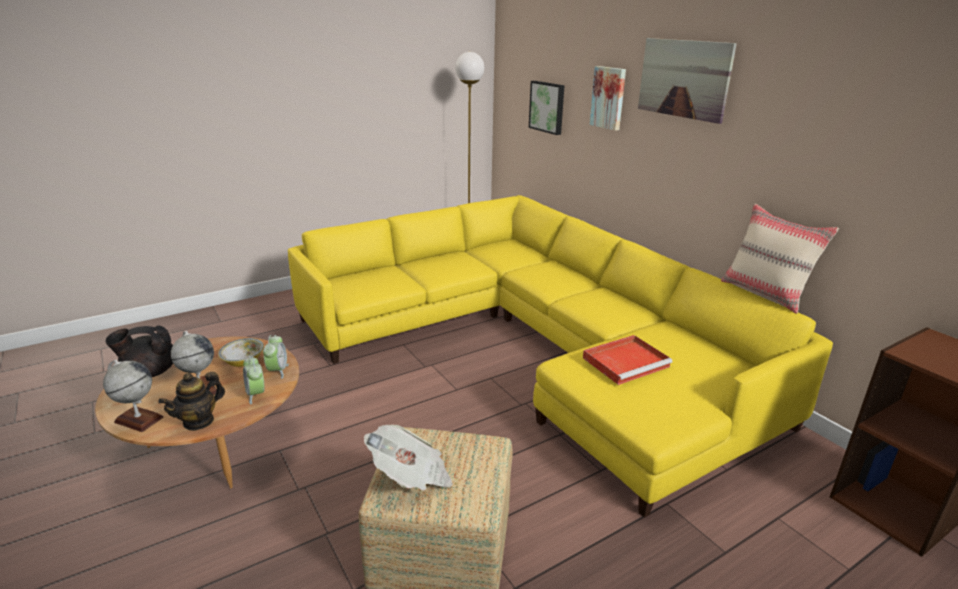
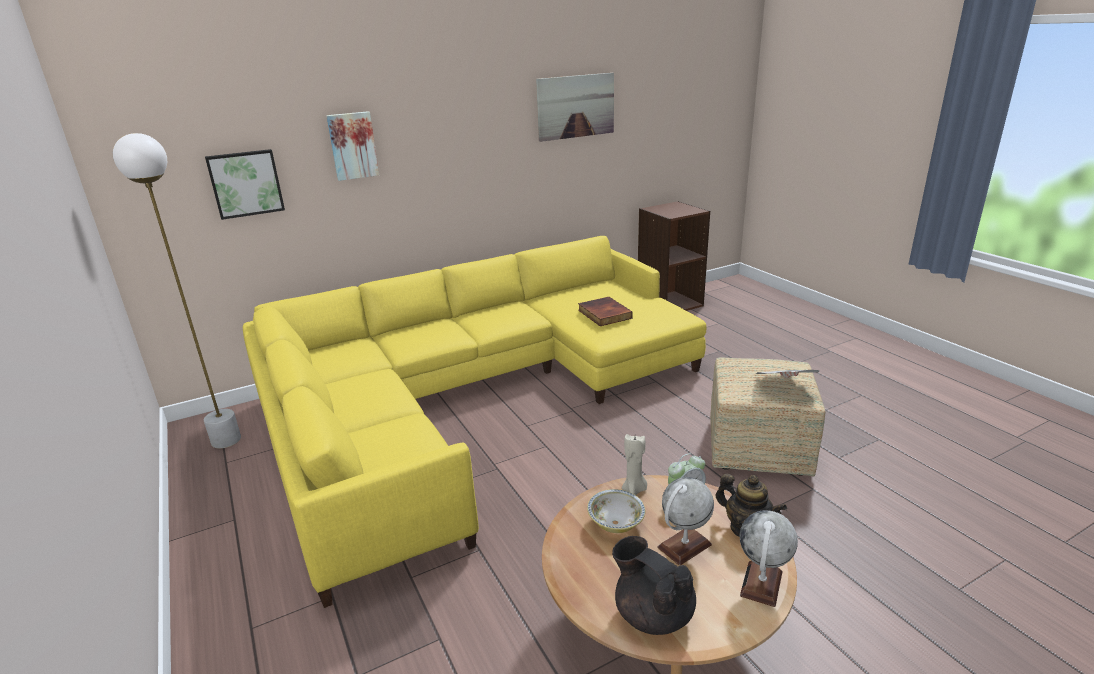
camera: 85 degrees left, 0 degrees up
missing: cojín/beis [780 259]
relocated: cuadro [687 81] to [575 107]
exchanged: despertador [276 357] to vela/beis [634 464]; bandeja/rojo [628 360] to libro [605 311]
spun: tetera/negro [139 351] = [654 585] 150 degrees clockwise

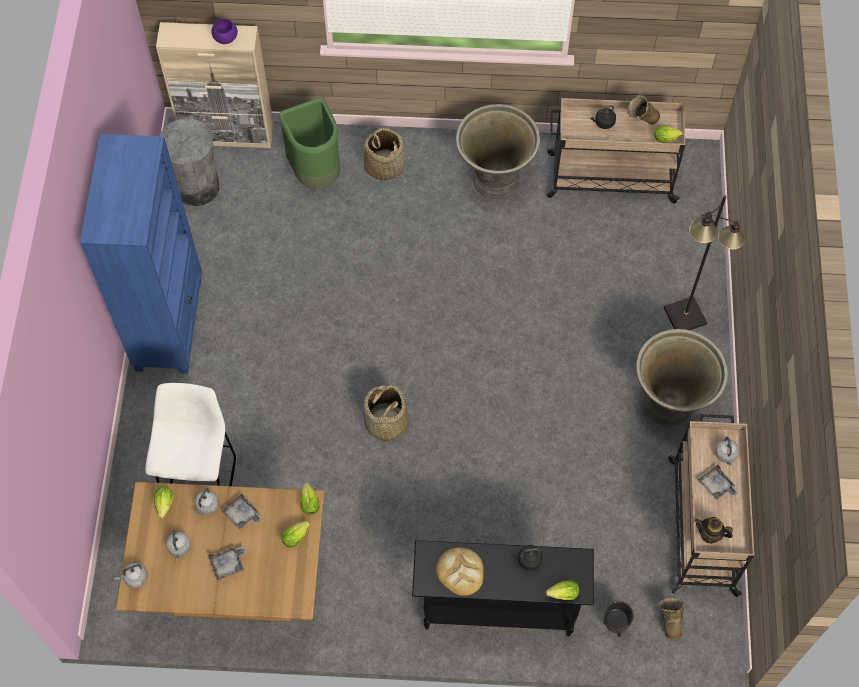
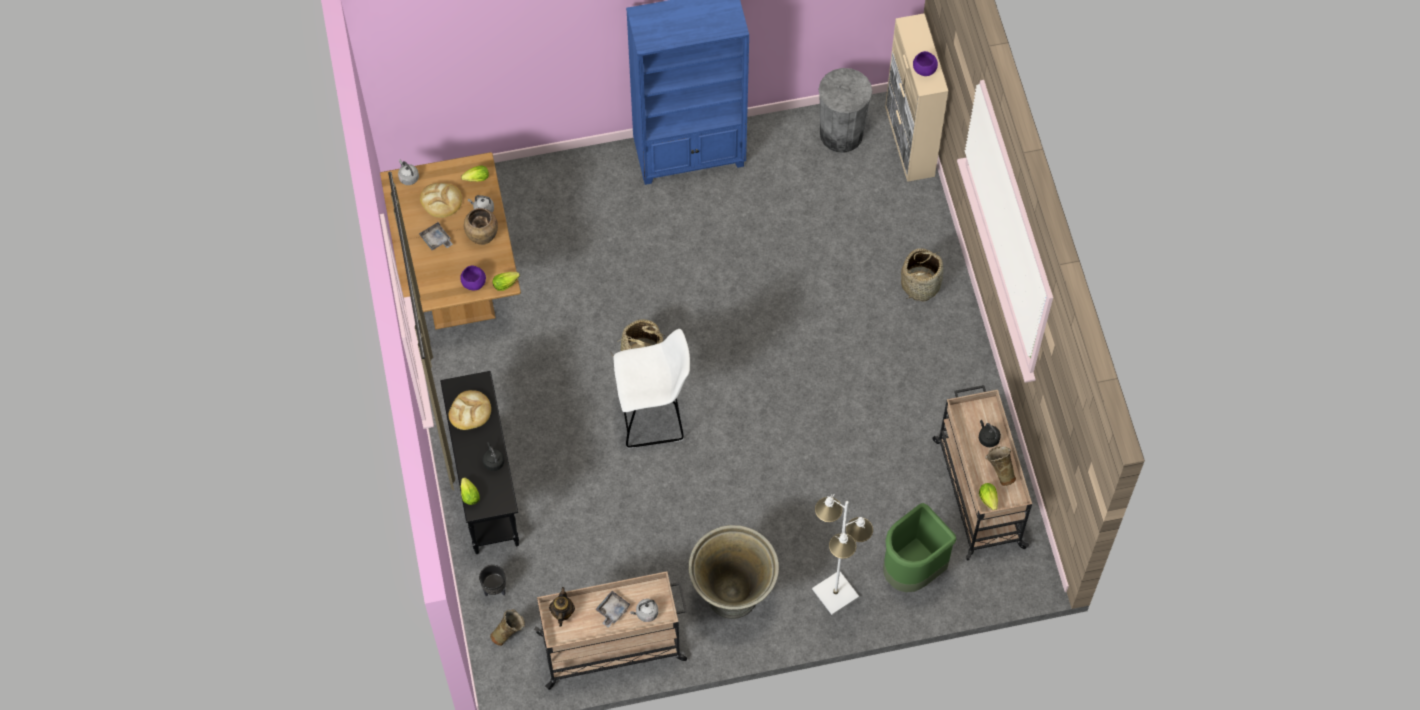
camera: 75 degrees right, 0 degrees up
missing: maceta/gris [498 151]
relocated: taburete/blanco [191 435] to [651 389]; papelera/verde [309 143] to [919 547]
exchanged: hervidor/gris [178 545] to pan [441 200]; bandeja/gris [242 511] to florero/marrón [481 226]; lechuga [295 534] to cuenco/morado [473 278]
colour: lámpara de pie/negro [705 262] to lámpara de pie/blanco [842 554]

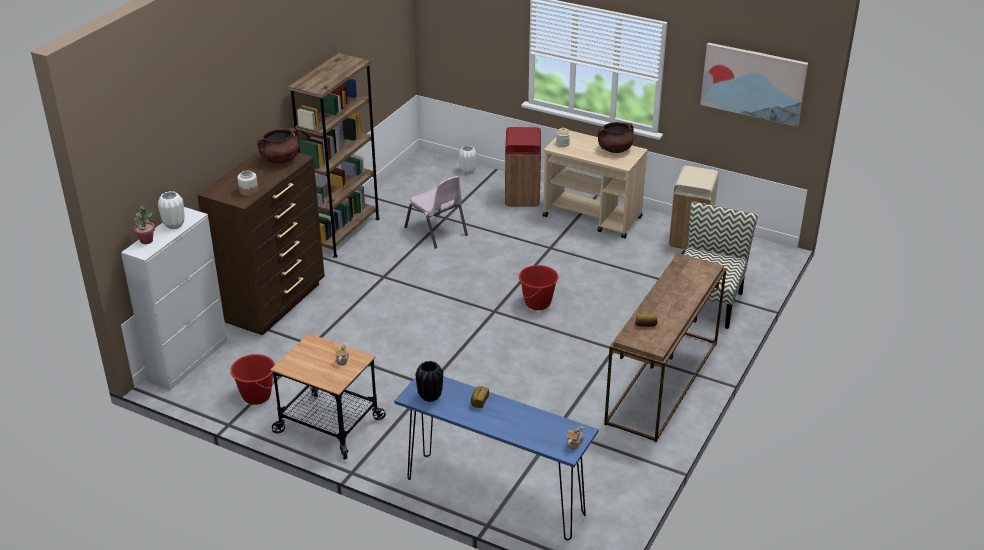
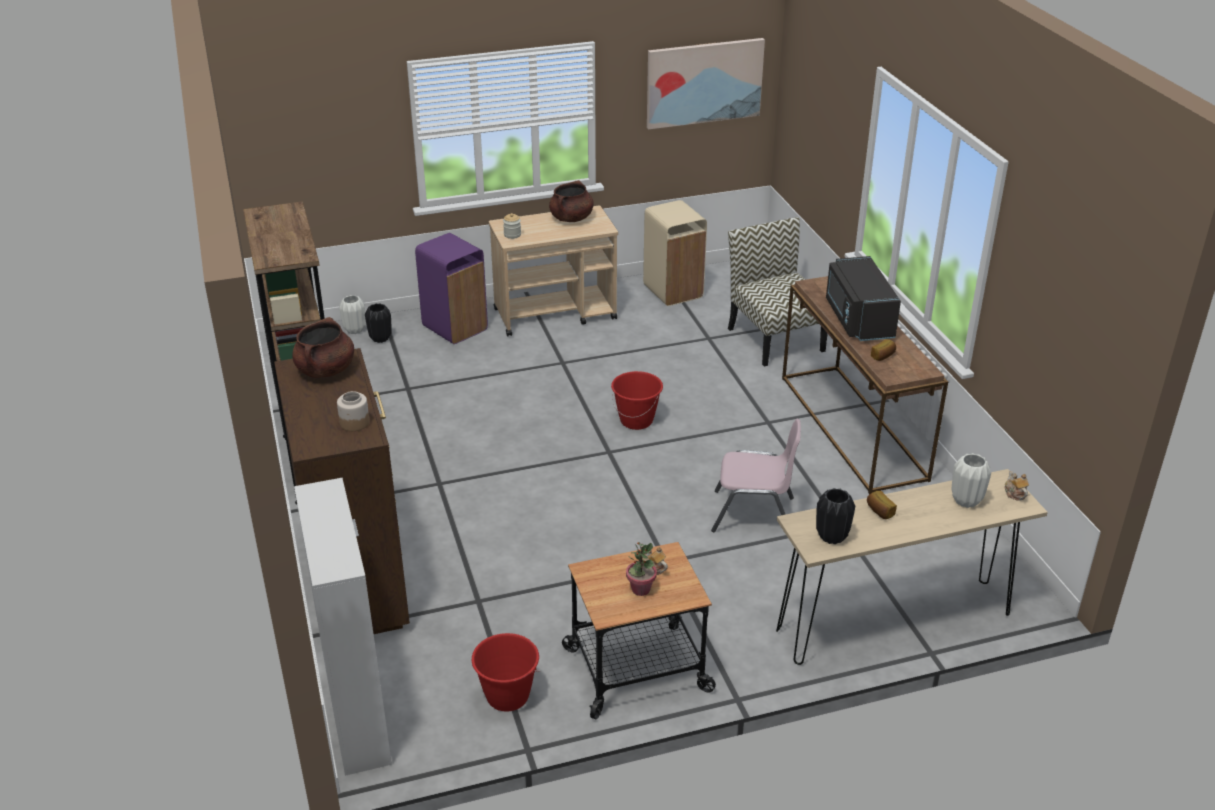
camera: 45 degrees left, 0 degrees up
appeared: florero/negro [378 323]; microondas/negro [863 298]
relocated: planta en maceta [144 225] to [641 569]; florero/blanco [171 210] to [971 480]; silla/rosa [436 212] to [756 475]
colour: mesa consola/azul [496 458] to mesa consola/beis [912 567]; papelera/rojo [523 167] to papelera/morado [451 288]

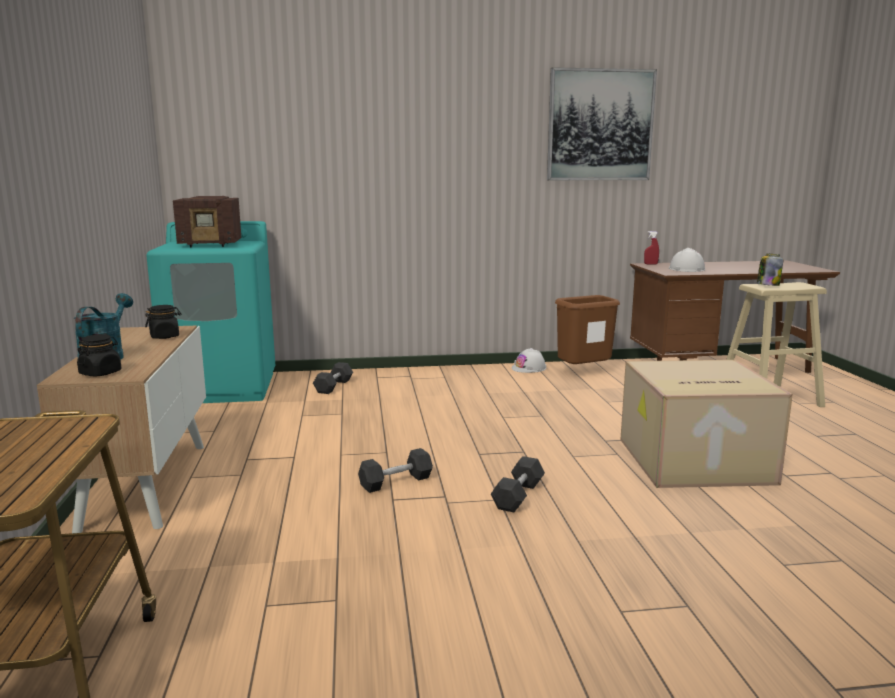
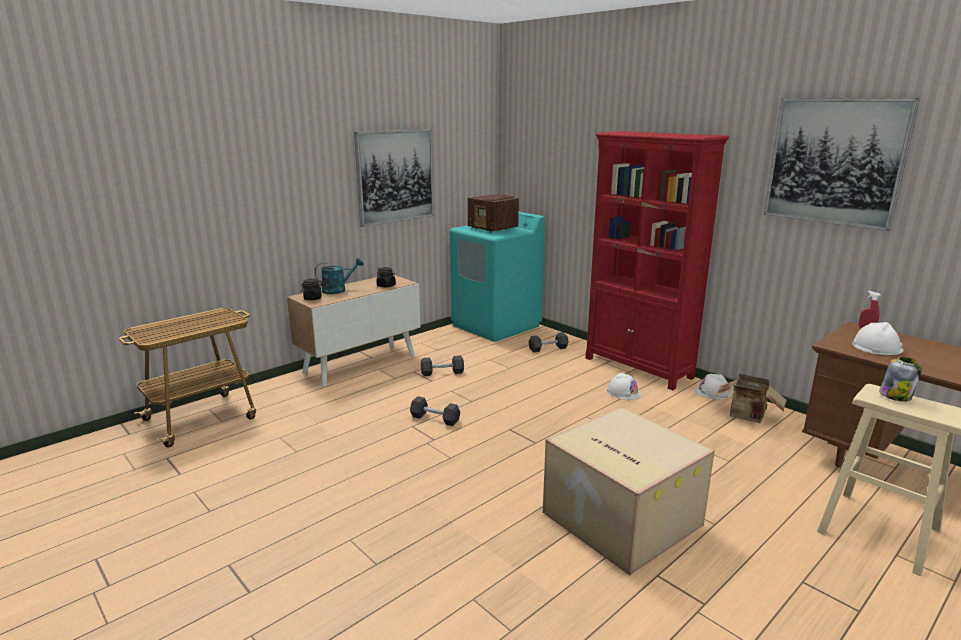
camera: 55 degrees right, 5 degrees up
appeared: cuadro [394 178]; estantería/rojo [657 260]; casco/blanco [624 386]
relocated: mancuerna/negro [518 484] to [442 365]
exchanged: papelera/marrón [587 329] to caja de cartón [751 398]

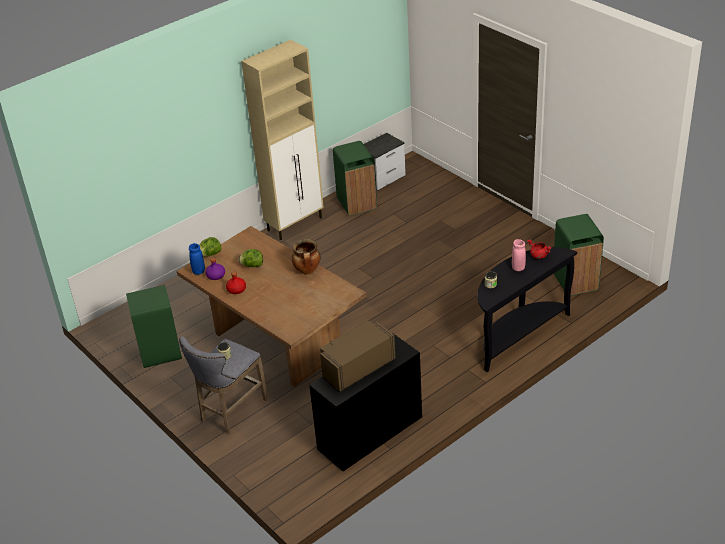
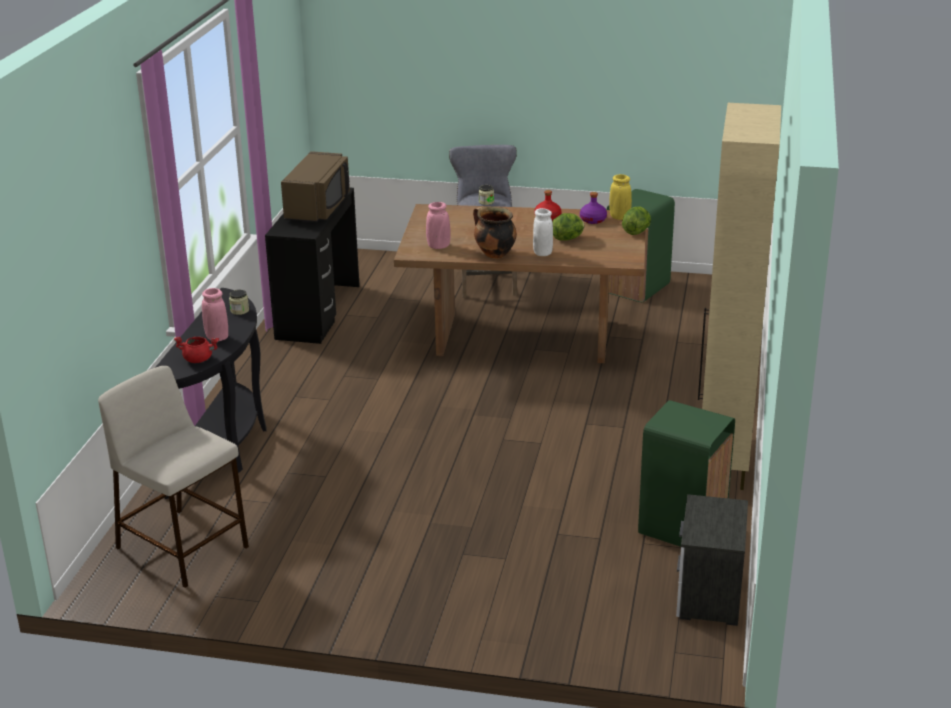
camera: 140 degrees right, 10 degrees down
appeared: florero/rosa [438 225]; florero/blanco [543 232]
exchanged: papelera/verde [579 255] to taburete/beis [173 477]
colour: florero/azul [197 259] to florero/amarillo [620 197]

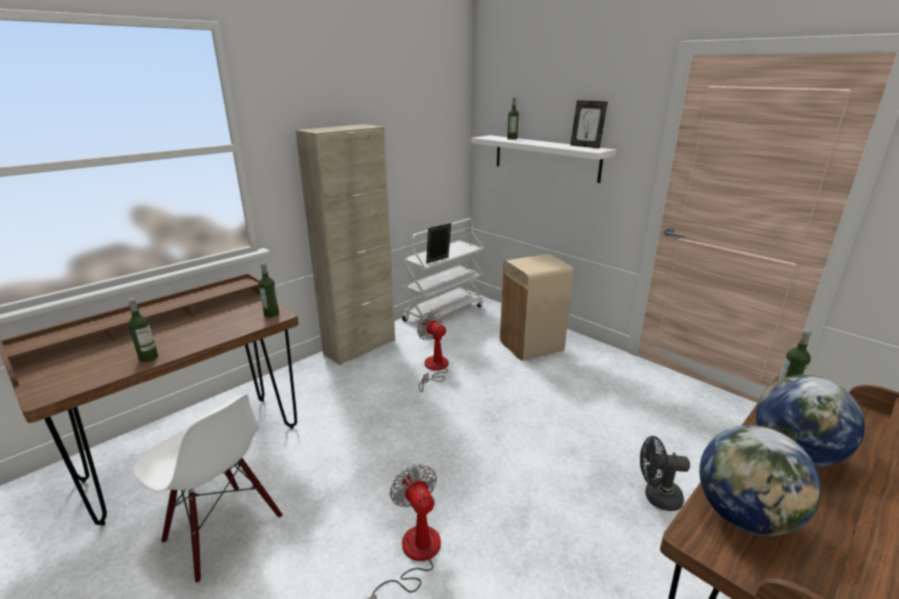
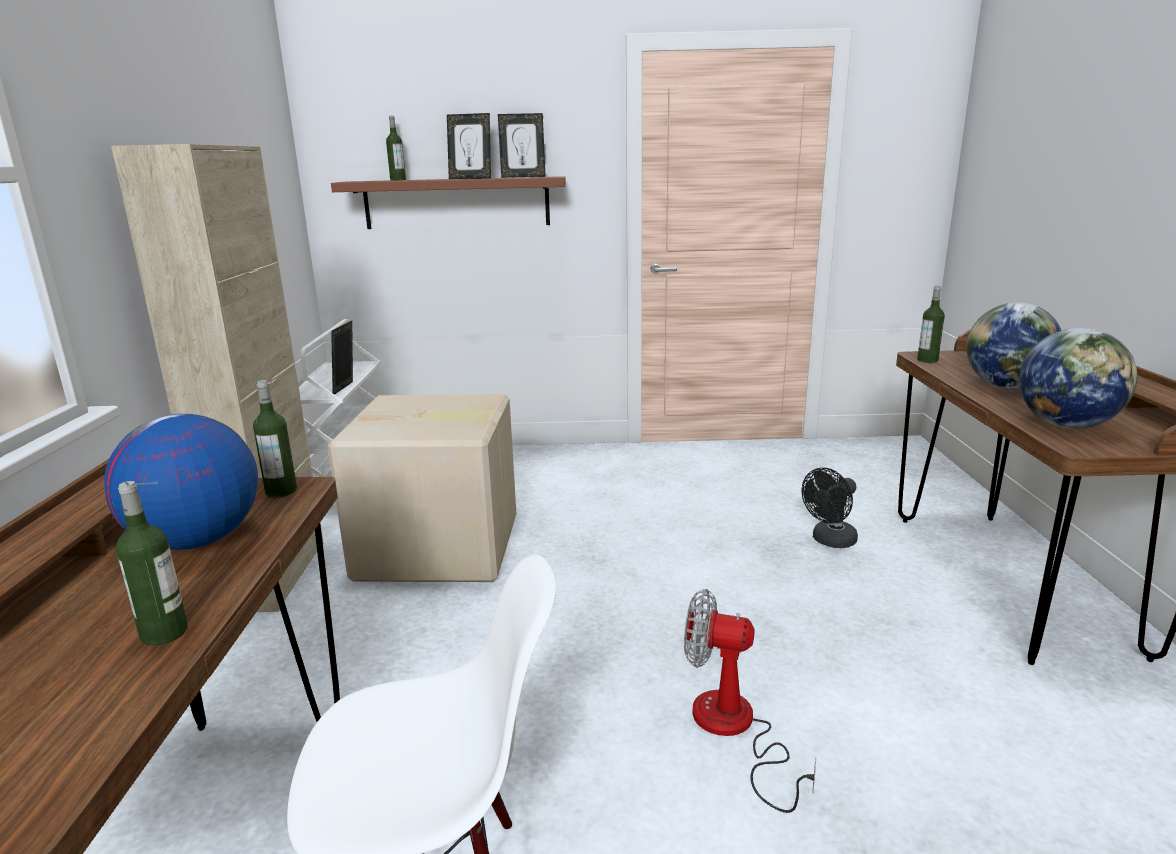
camera: 45 degrees left, 5 degrees down
missing: papelera/beis [536 307]
appeared: globo terráqueo [181 482]; portarretratos [469 146]
exchanged: ventilador [433 352] to caja de cartón [421 488]
colour: estante/blanco [543 159] to estante/marrón [448 202]

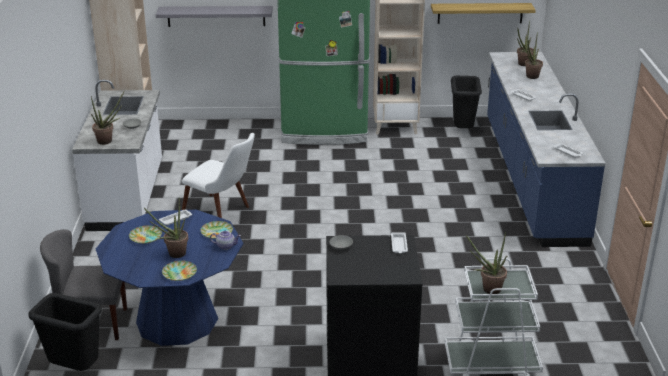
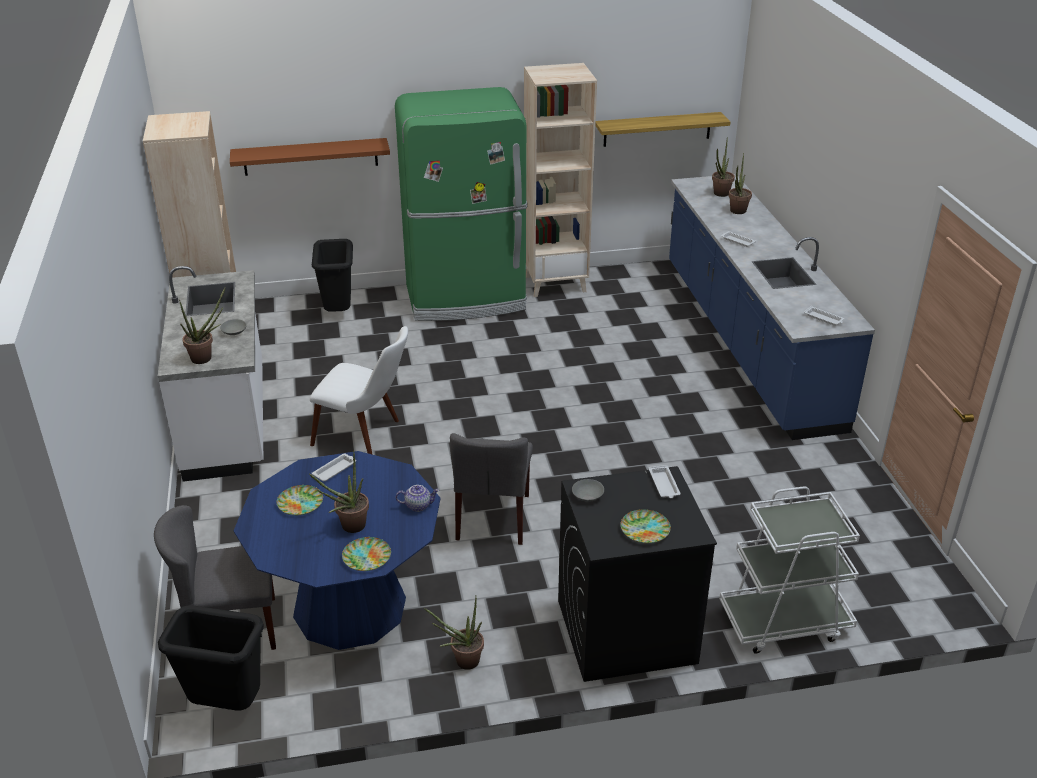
camera: 10 degrees left, 5 degrees up
appeared: silla/gris [491 489]
relocated: plato [216 230] to [646 526]; papelera/negro [466 102] to [332 275]; planta en maceta [486 263] to [454 633]
colour: estante/gris [214 16] to estante/marrón [310 157]

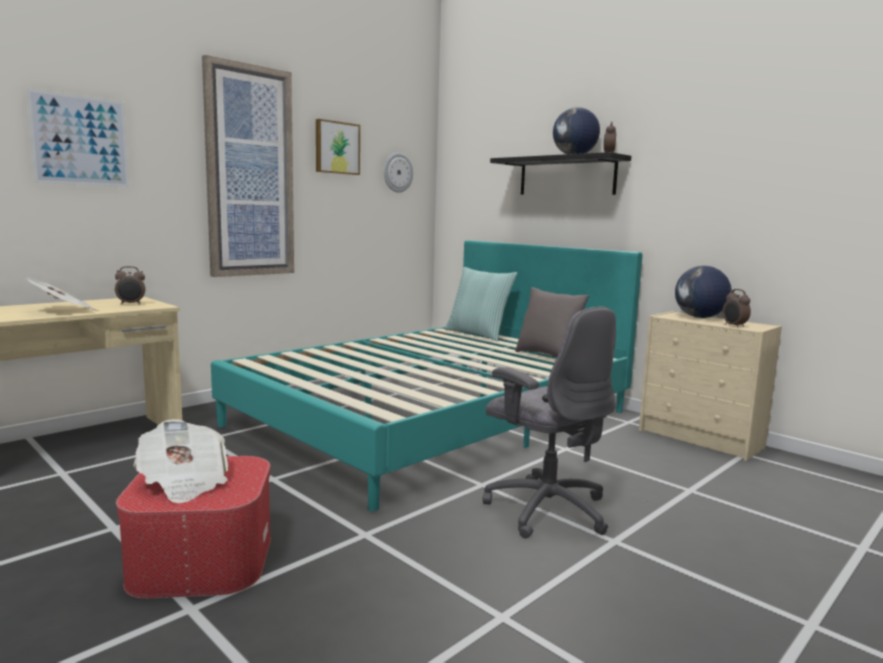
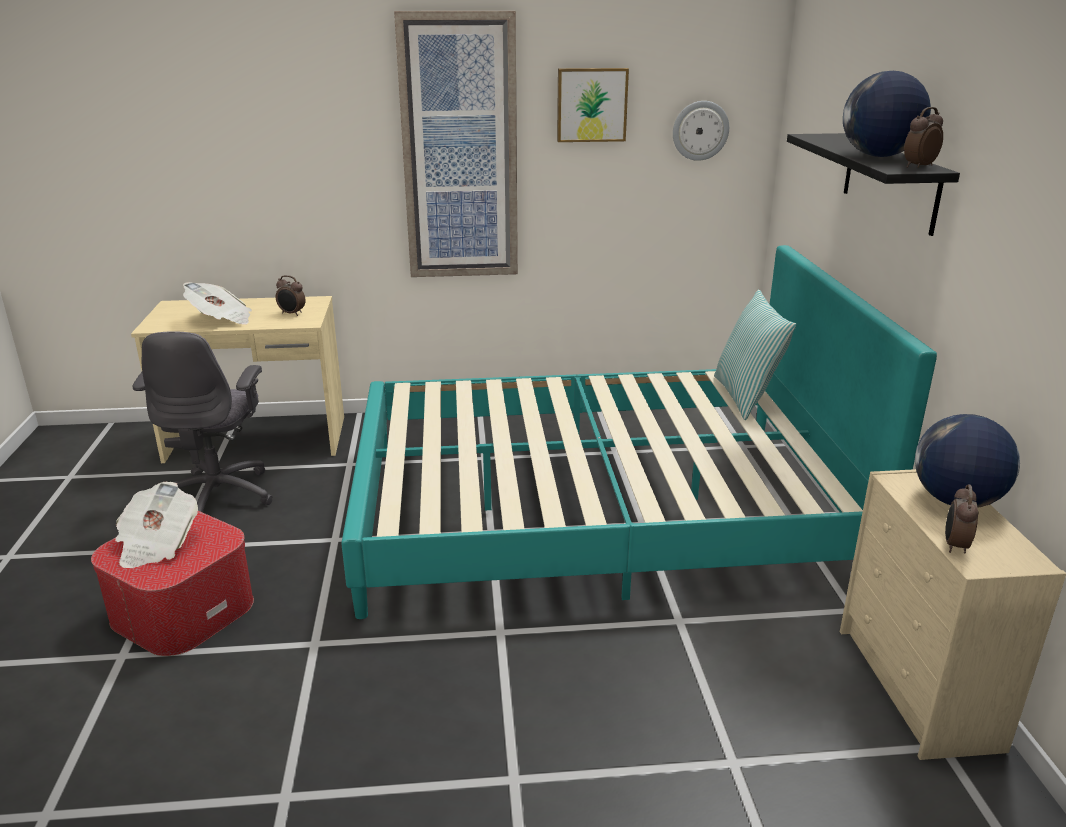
camera: 40 degrees right, 15 degrees up
missing: cuadro [77 137]; cojín/gris [552 322]
relocated: silla de oficina/gris [549 422] to [202 422]

